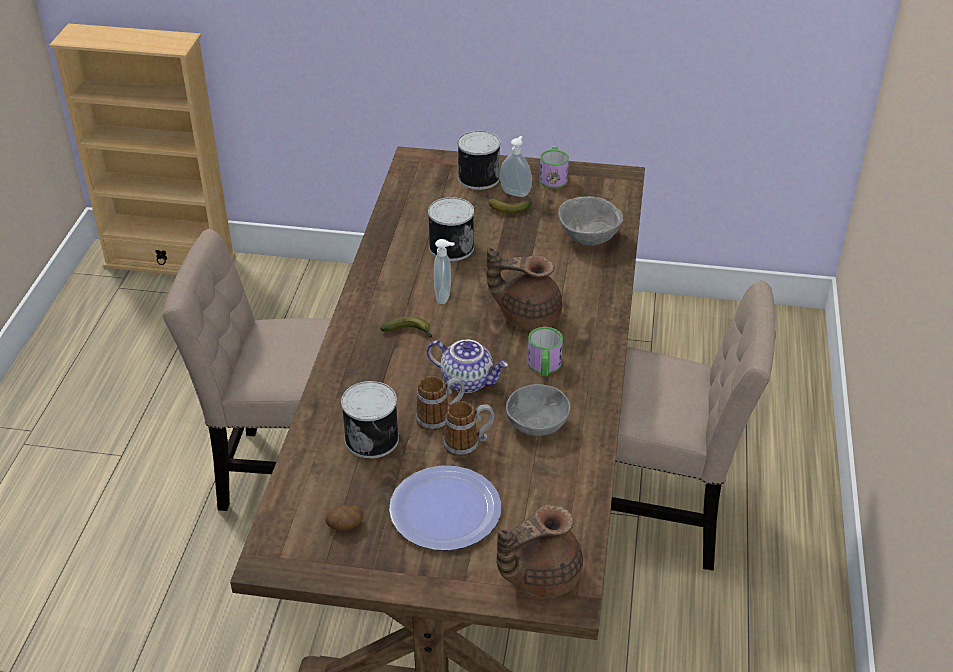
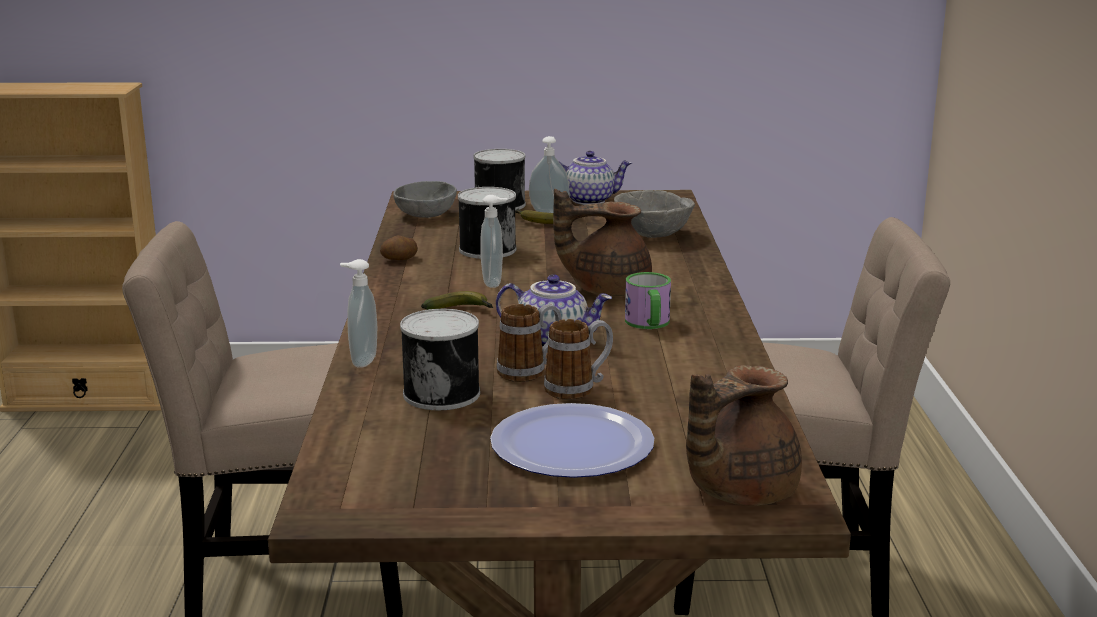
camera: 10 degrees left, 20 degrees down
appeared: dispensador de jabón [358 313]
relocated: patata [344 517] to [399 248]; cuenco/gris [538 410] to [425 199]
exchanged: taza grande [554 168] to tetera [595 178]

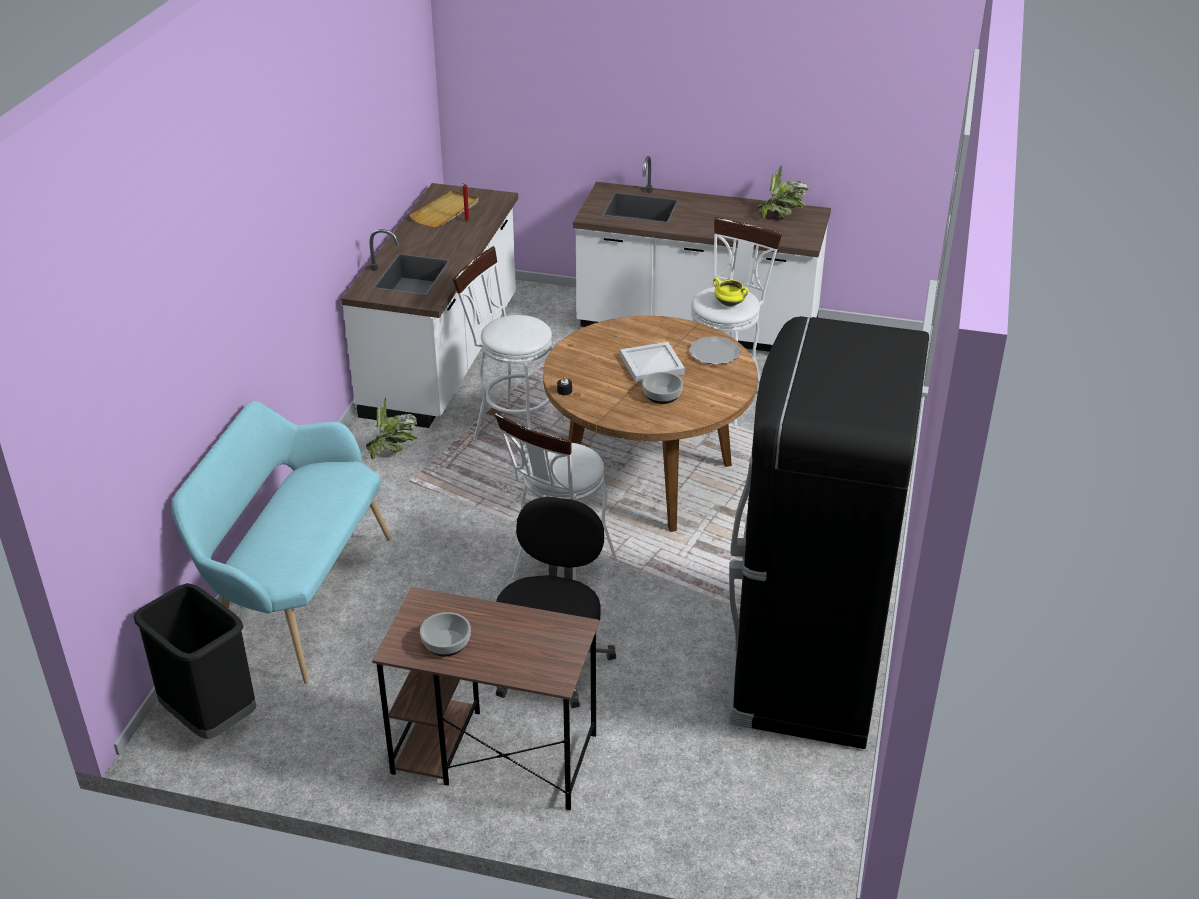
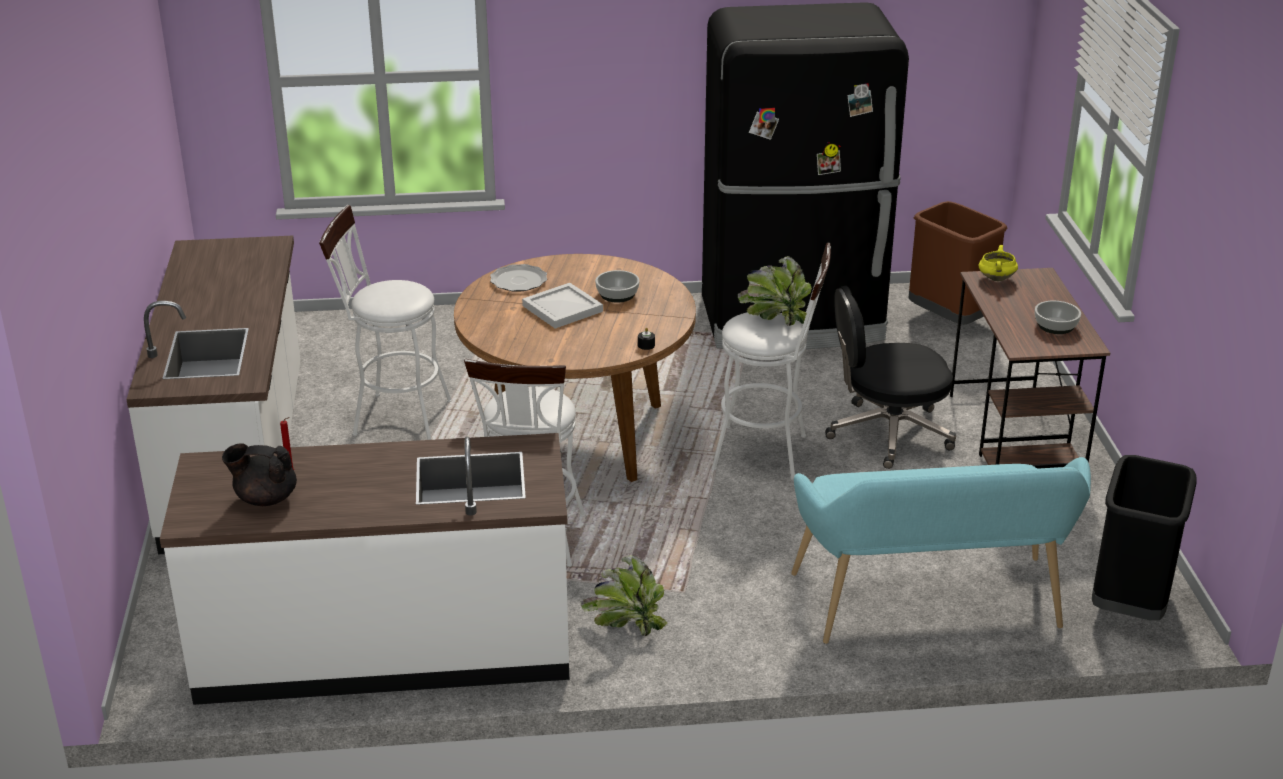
camera: 110 degrees left, 5 degrees down
appeared: papelera/marrón [957 263]
relocated: olla/amarillo [731 291] to [998 263]; planta en maceta [783 193] to [775 291]
exchanged: bandeja/beis [444 209] to tetera/negro [259 474]

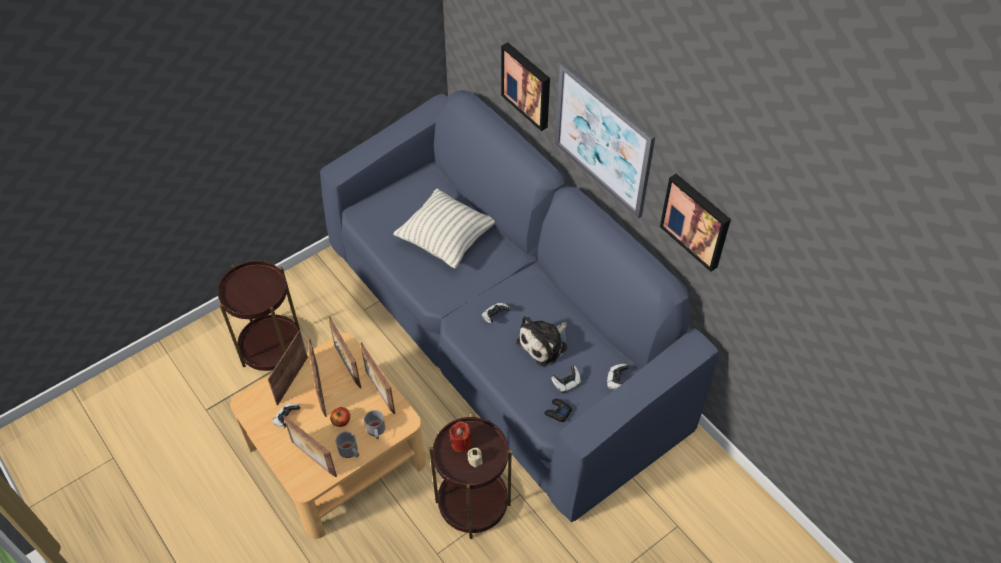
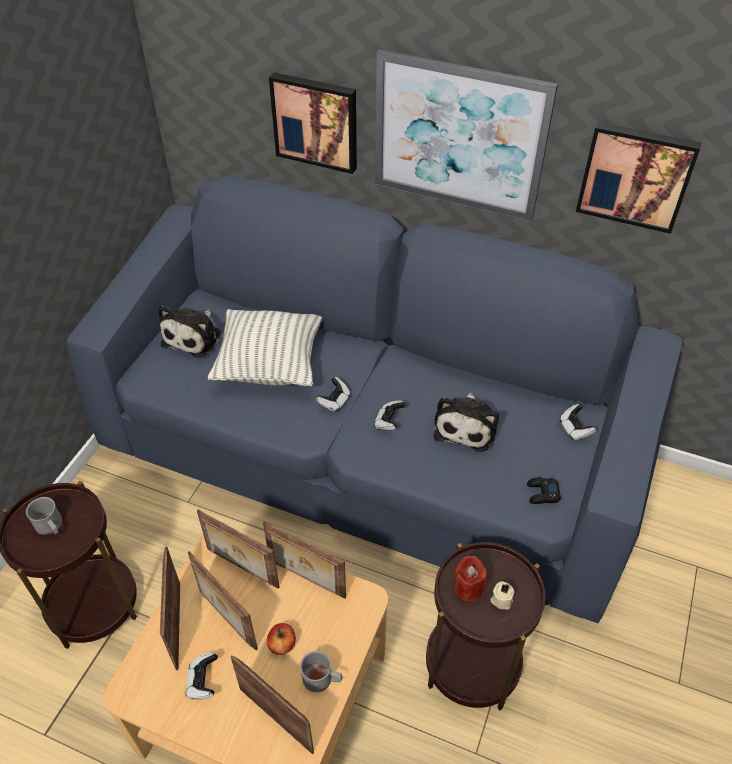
camera: 30 degrees left, 5 degrees down
appeared: peluche [189 331]
relocated: taza grande/gris [374 424] to [44 516]; mando de consola [566 379] to [333 395]
spun: portarretratos [310 446] = [272 704] 150 degrees counterclockwise

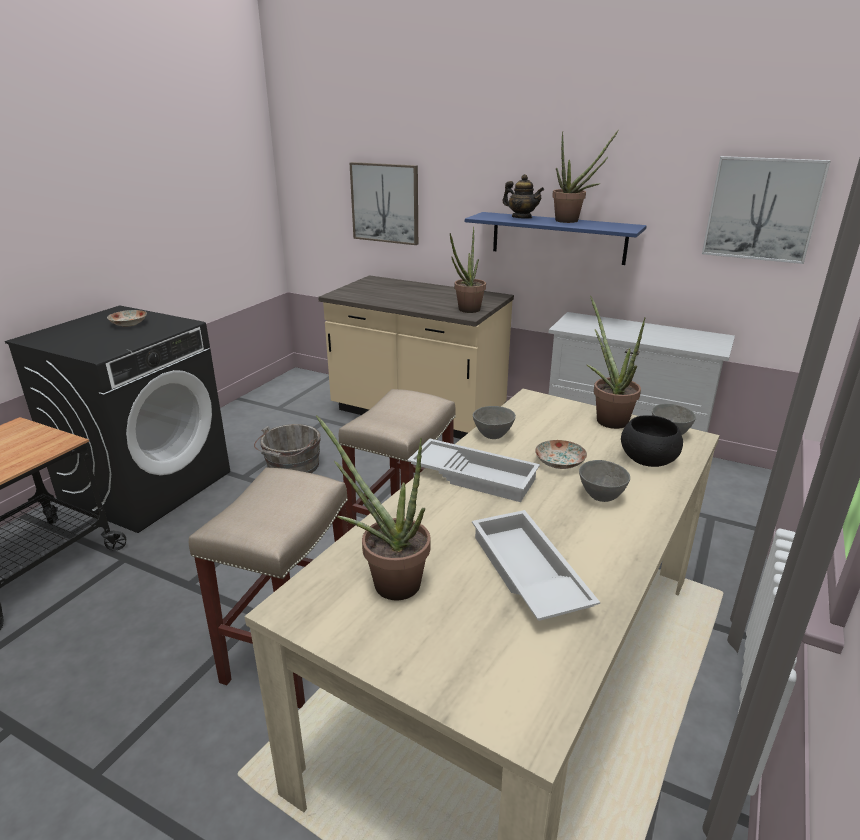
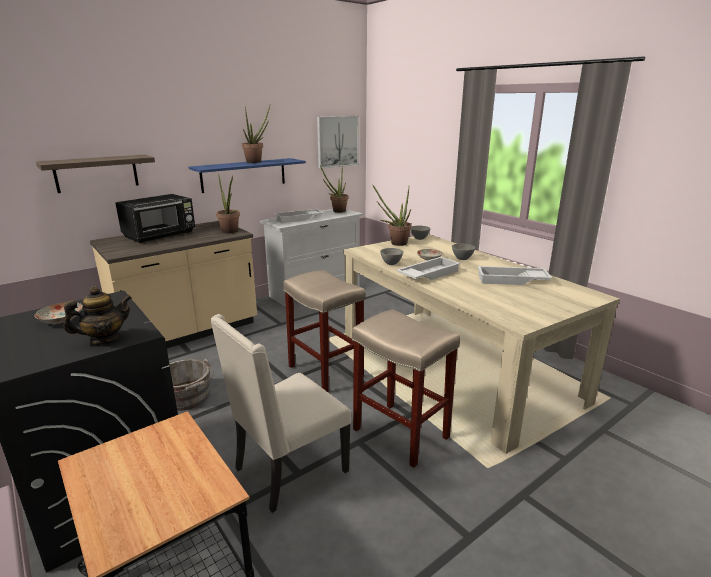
camera: 65 degrees left, 5 degrees down
missing: cuenco/negro [652 441]
appeared: microondas/negro [155 218]; silla/beis [280 413]; bandeja/blanco [299 216]
relocated: planta en maceta [373 507] to [334 188]; tetera [523 196] to [97 315]
exchanged: cuadro [384 203] to estante [95 174]

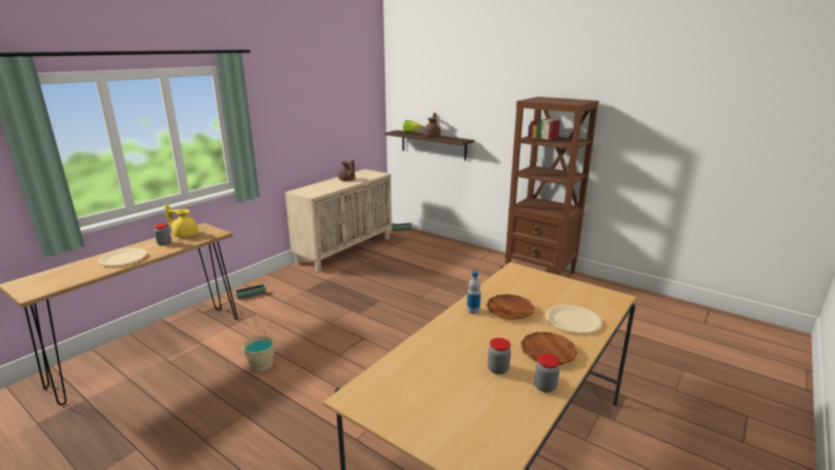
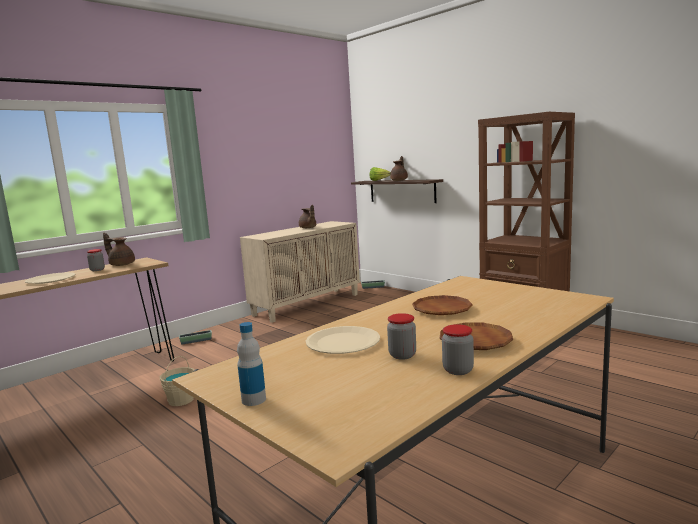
camera: 10 degrees right, 10 degrees down
relocated: botella [474 292] to [251 364]; plato/beis [574 319] to [343 340]
colour: tetera/amarillo [181 221] to tetera/marrón [119 249]

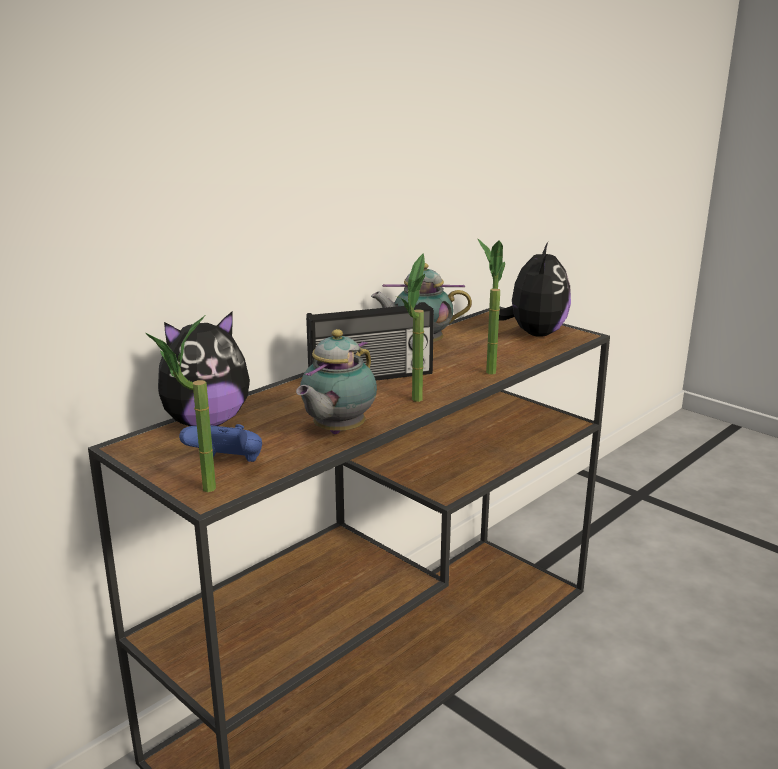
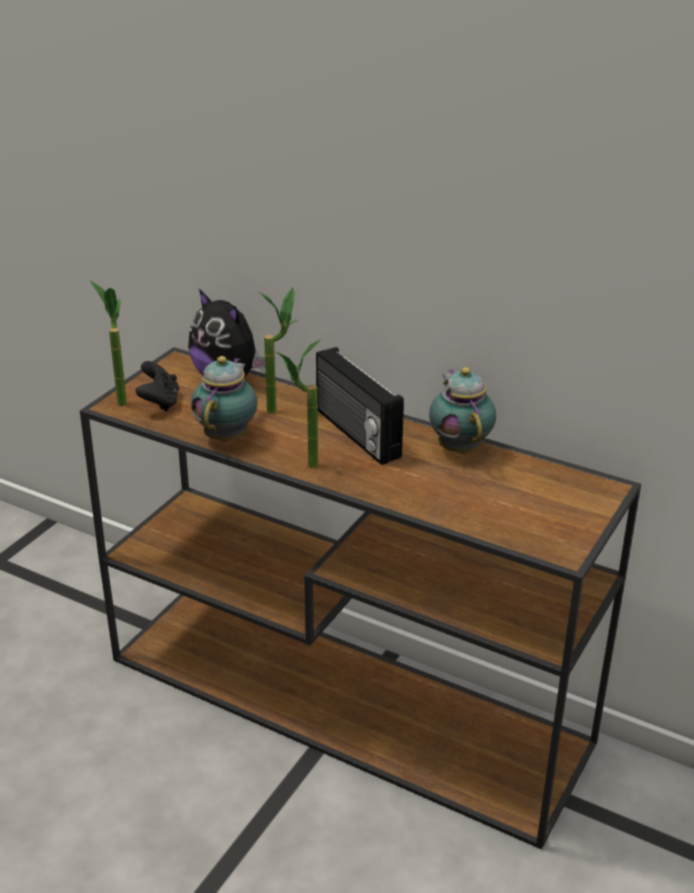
camera: 75 degrees right, 10 degrees up
missing: peluche [535 289]
relocated: planta en maceta [491 307] to [278 351]
colour: mando de consola/azul [220 443] to mando de consola/negro [157 386]
spun: tetera [336 381] = [224 399] 90 degrees clockwise

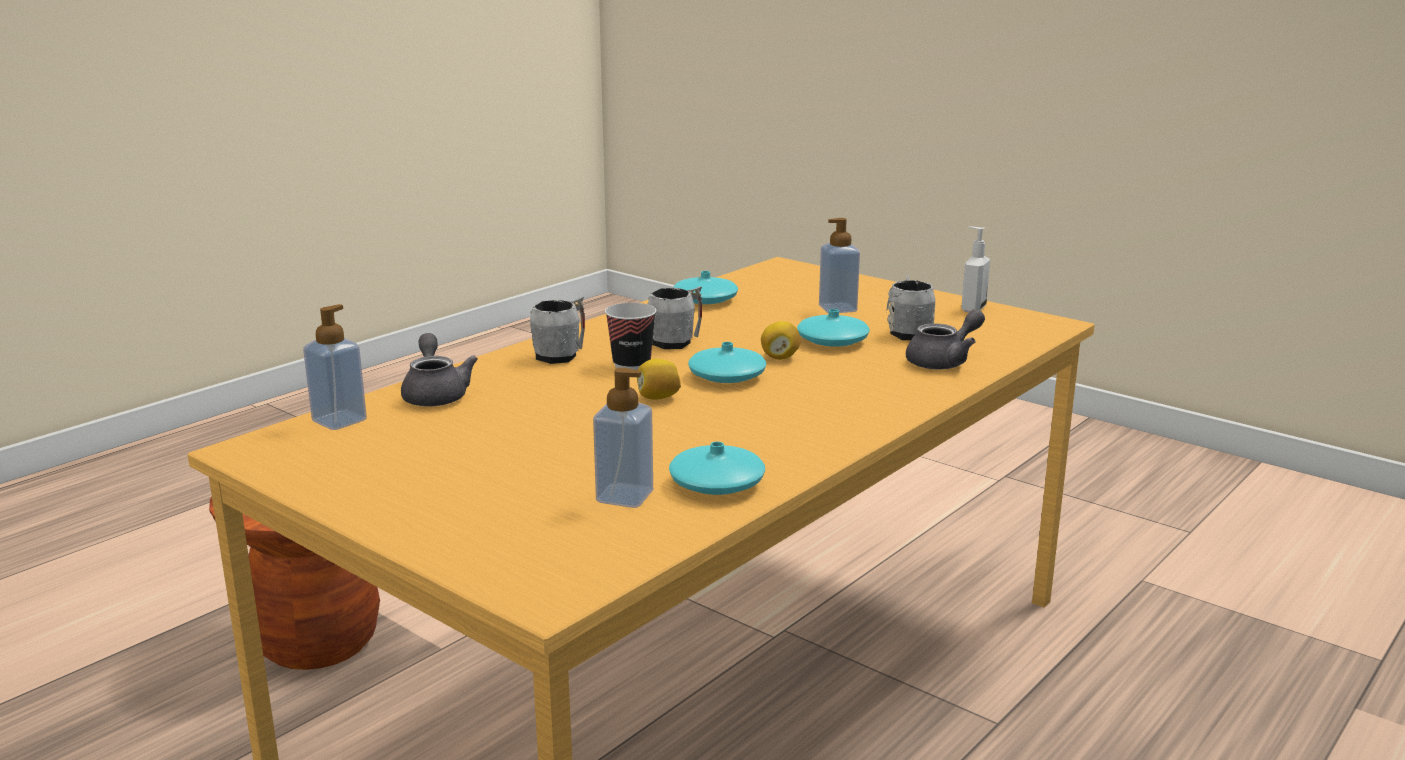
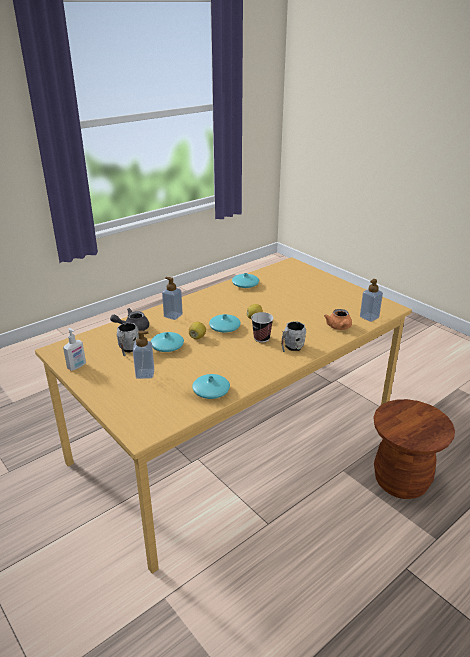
camera: 170 degrees left, 10 degrees up
missing: taza grande/gris [675 317]
relocated: dispensador de jabón [623 438] to [172 298]
colour: tetera/gris [439 369] to tetera/naranja [338 319]

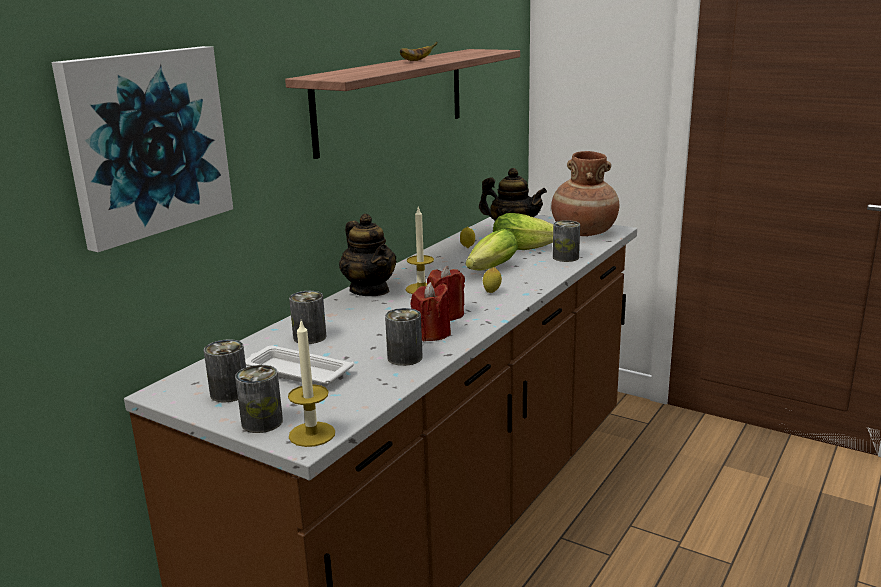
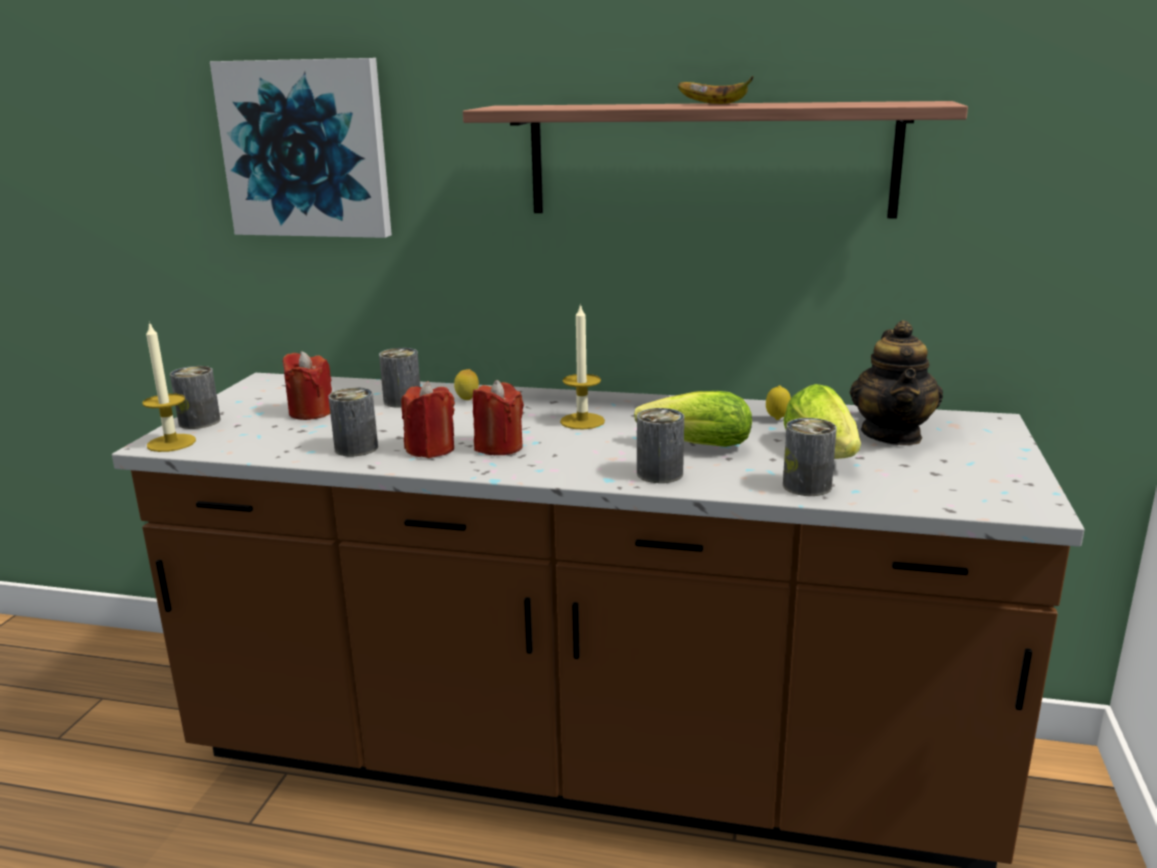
camera: 70 degrees right, 0 degrees up
missing: tetera [368 255]; florero/marrón [585 193]
relocated: lata [225 370] to [660 445]; limón [492 280] to [466 384]
exchanged: bandeja/blanco [299 366] to vela/rojo [307 385]

